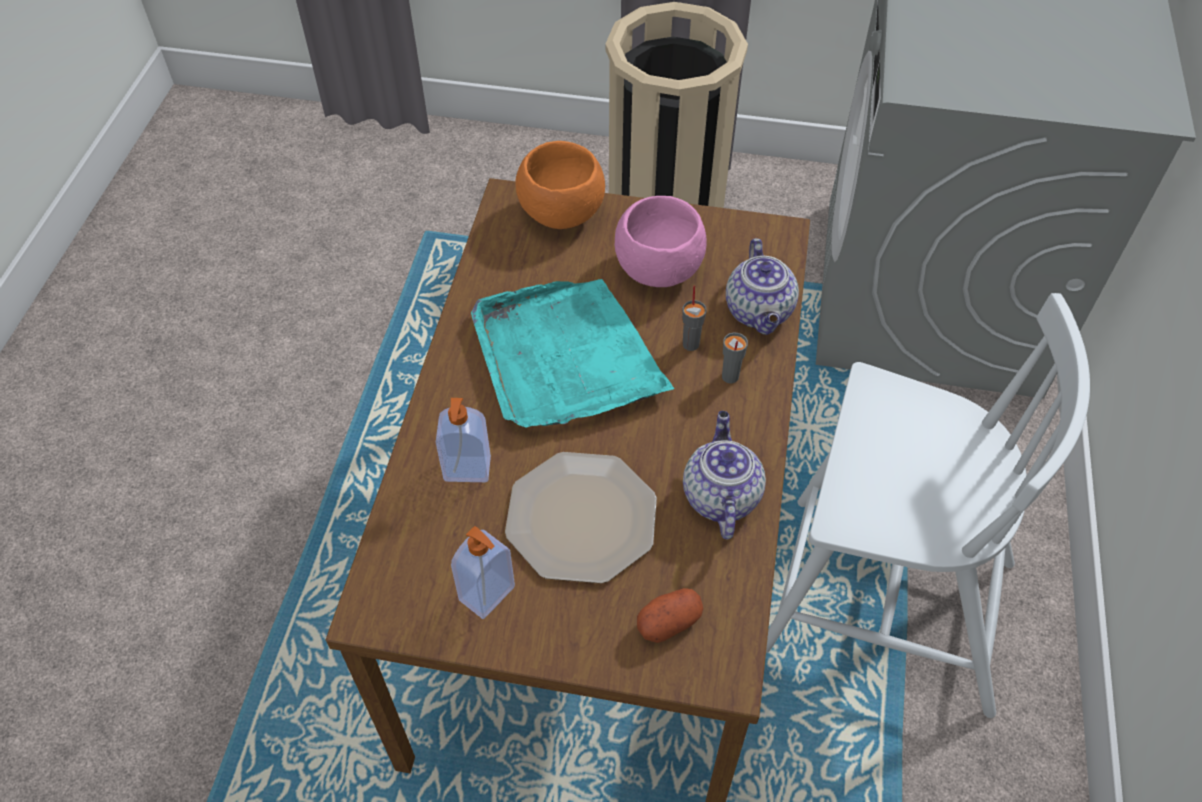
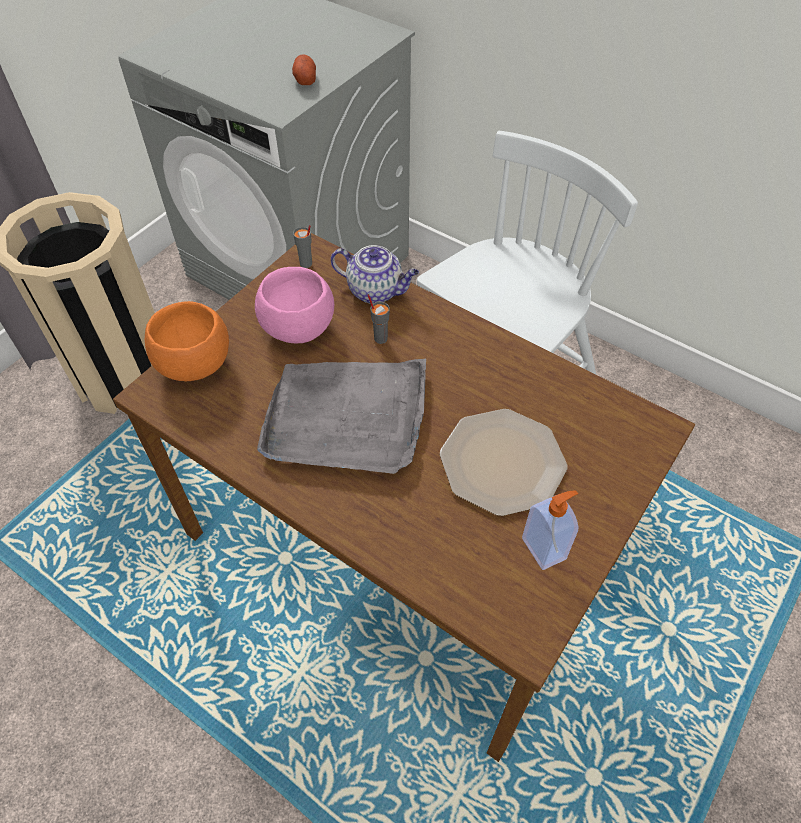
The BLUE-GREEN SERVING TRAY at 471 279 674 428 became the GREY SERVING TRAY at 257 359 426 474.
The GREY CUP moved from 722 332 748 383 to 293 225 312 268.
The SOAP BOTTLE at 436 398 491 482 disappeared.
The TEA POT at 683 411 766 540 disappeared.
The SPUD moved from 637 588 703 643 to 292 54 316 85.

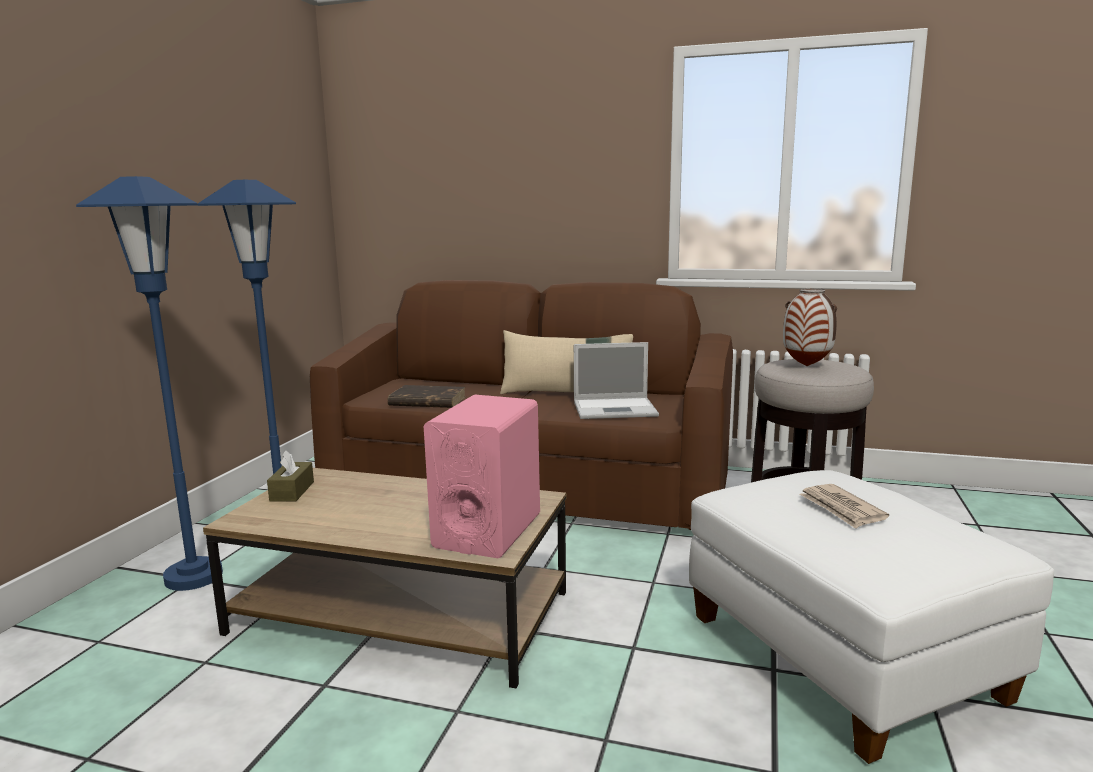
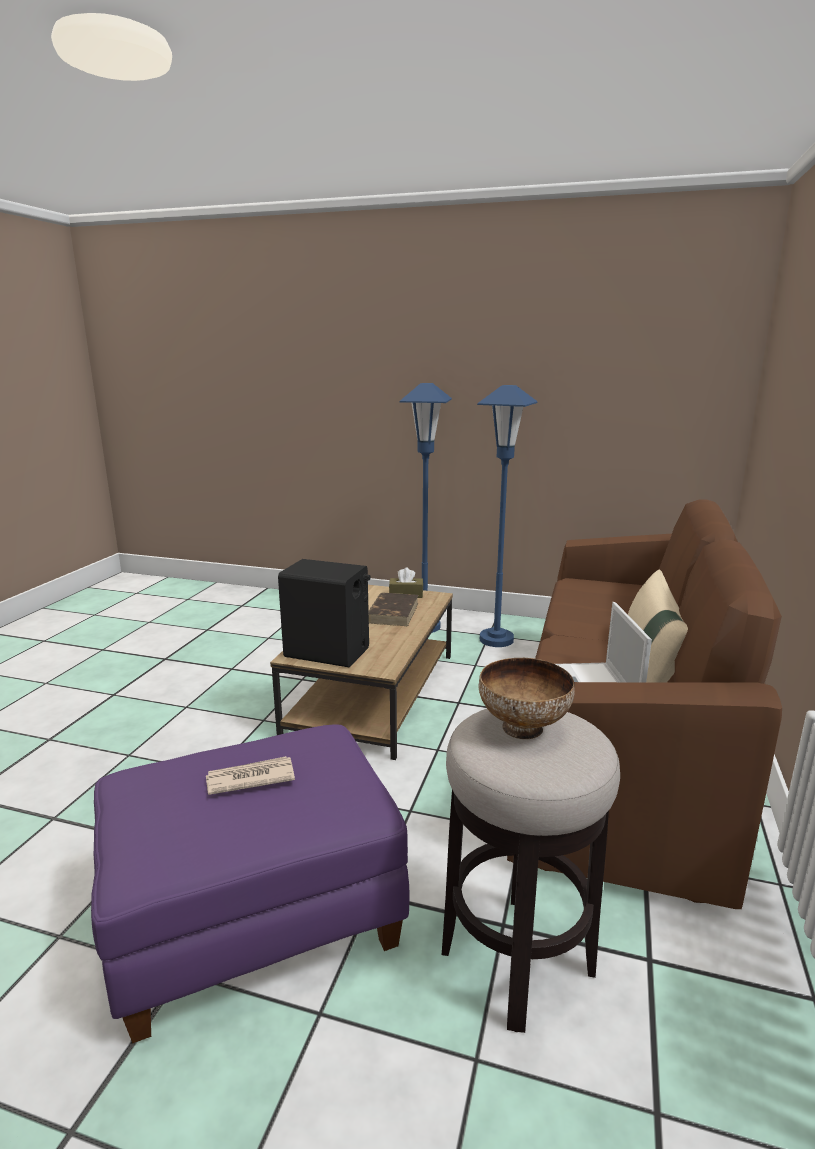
The FLOWER VASE at 783 288 837 366 was replaced by the BOWL at 479 658 575 739.
The BROWNISH VOLUME moved from 387 385 466 408 to 369 593 419 626.
The PINK-COLOURED AUDIO SPEAKER at 424 395 540 558 became the BLACK AUDIO SPEAKER at 278 559 370 667.
The WHITISH OTTOMAN at 689 470 1054 764 became the PURPLE OTTOMAN at 91 724 409 1043.

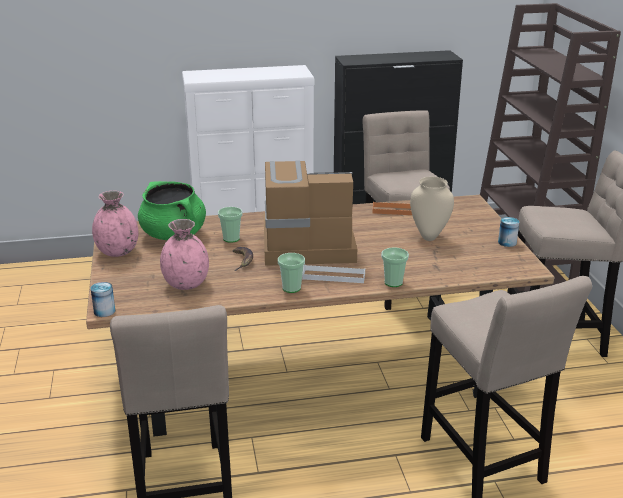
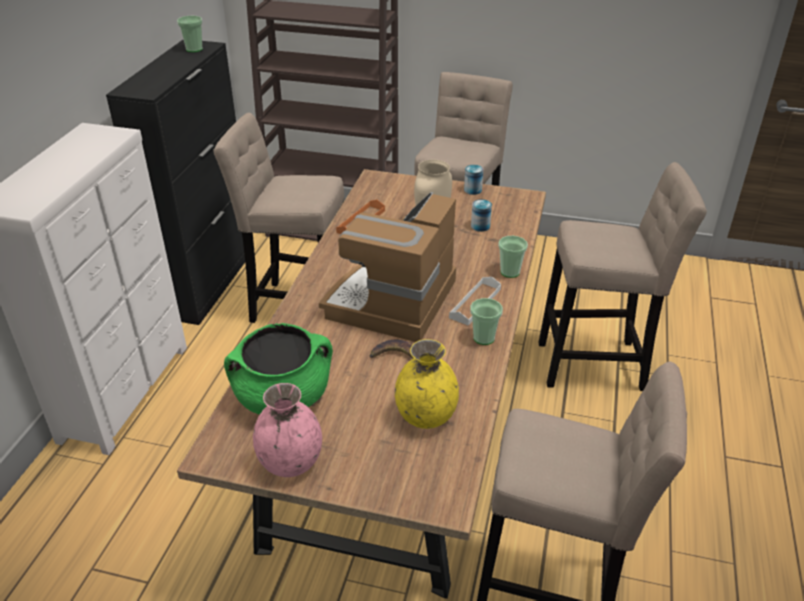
The CUP moved from 218 207 243 243 to 177 16 203 52.
The PINK-COLOURED FLOWER VASE at 160 219 209 290 became the YELLOWISH FLOWER VASE at 395 339 459 429.
The SEALED CAN moved from 91 282 115 317 to 471 199 492 232.

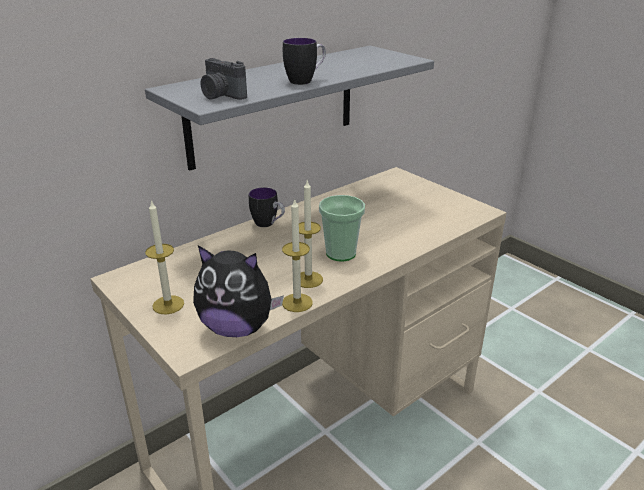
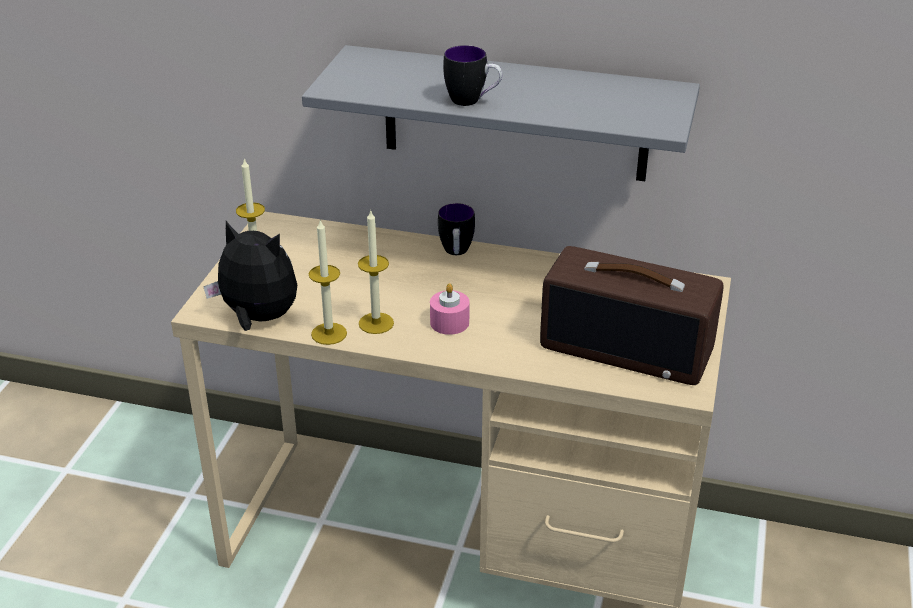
The PHOTO CAMERA at 201 58 247 100 disappeared.
The CUP at 319 195 365 262 was replaced by the PINK-COLOURED WAX CANDLE at 430 283 470 335.
The CUDDLY TOY at 193 245 284 337 turned 135 degrees clockwise.
The RADIO SET at 540 246 724 385 appeared.

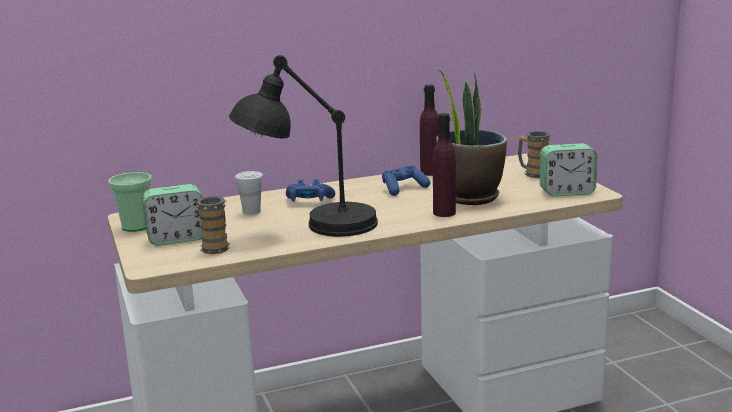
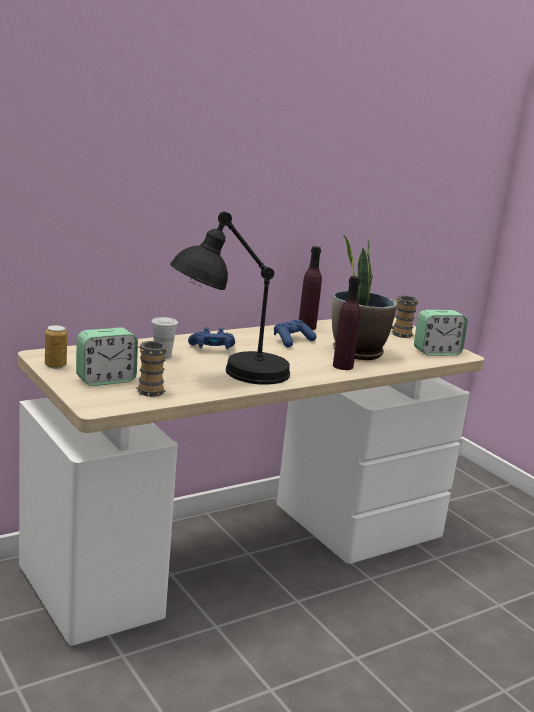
The CUP at 108 172 152 232 was replaced by the SEALED CAN at 45 325 67 369.

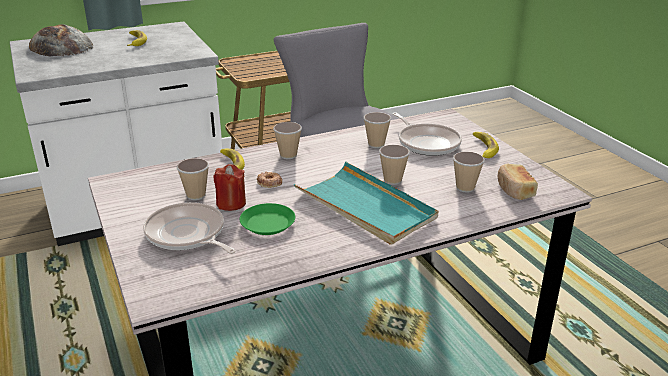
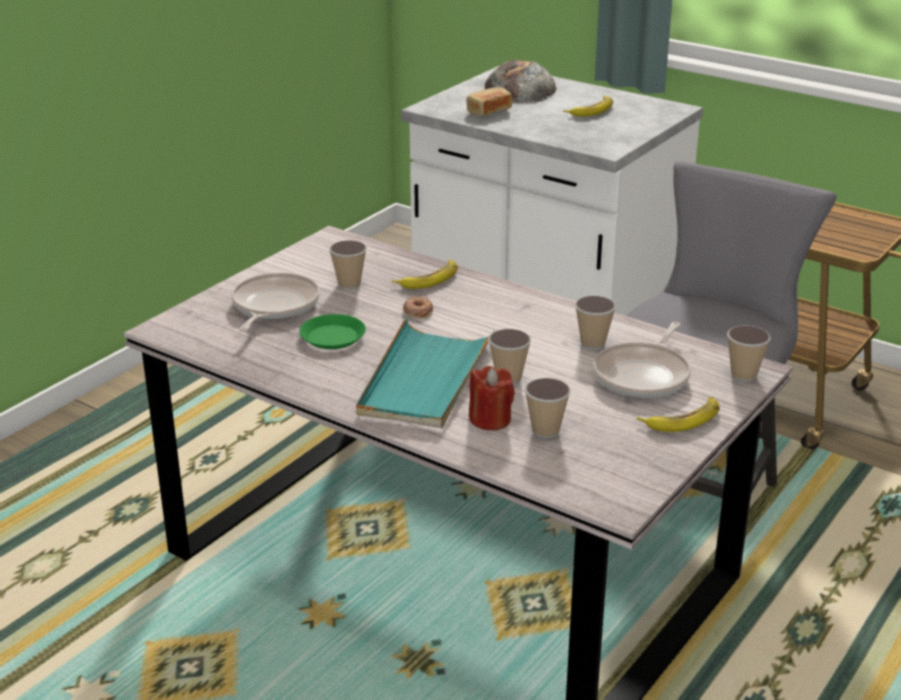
The CUP moved from 273 122 302 159 to 727 325 770 382.
The RED-COLOURED WAX CANDLE moved from 213 164 246 211 to 469 366 515 430.
The BAKED BREAD moved from 498 164 538 200 to 466 87 512 116.

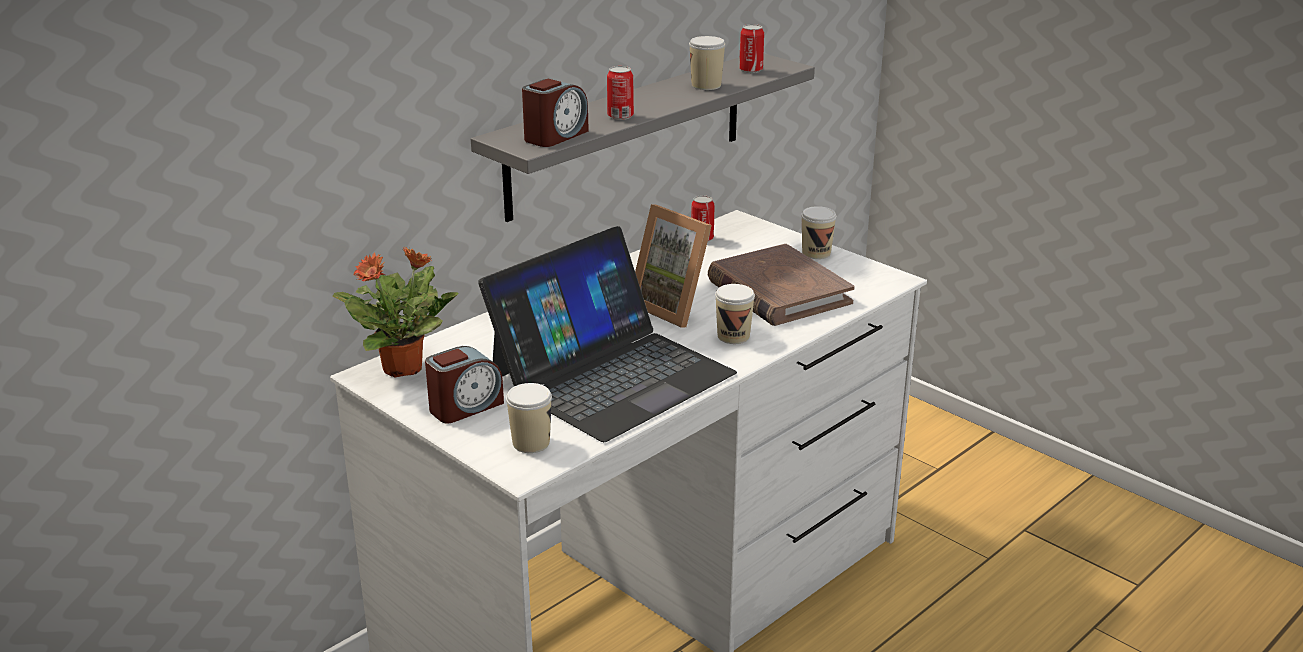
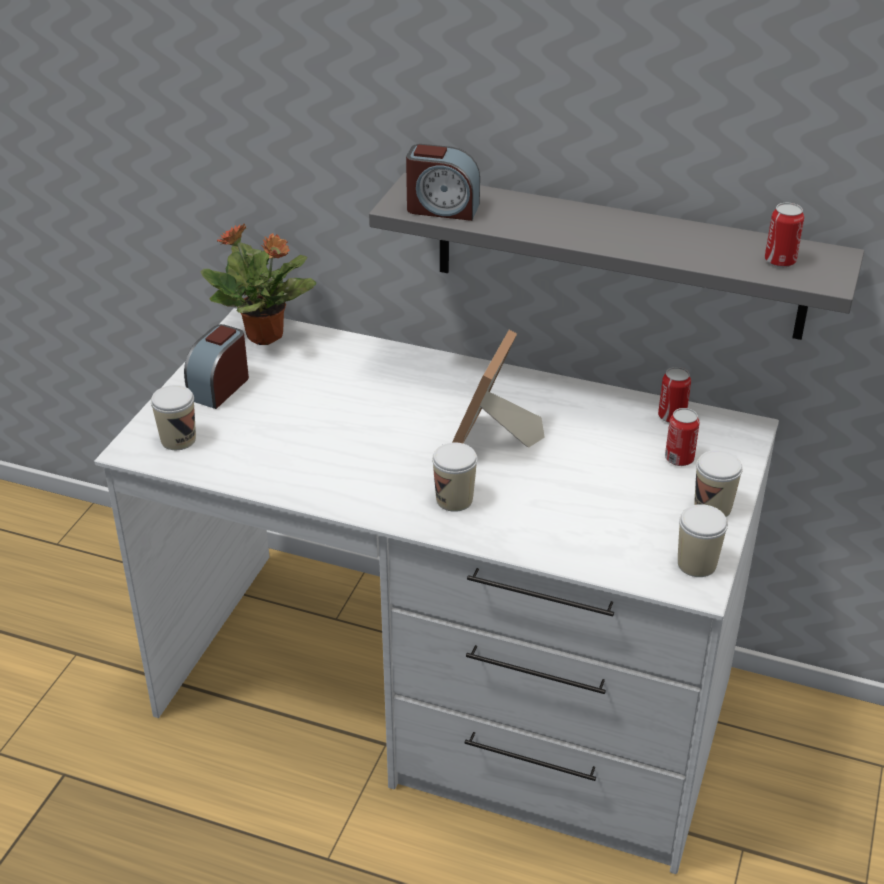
The CUP moved from 689 36 725 90 to 678 504 728 577.
The SEALED CAN moved from 607 66 634 120 to 665 408 699 466.
The NOTEBOOK COMPUTER at 478 226 737 442 disappeared.
The BROWNISH VOLUME at 708 244 855 326 disappeared.
The TABLE CLOCK at 425 346 504 423 turned 90 degrees clockwise.

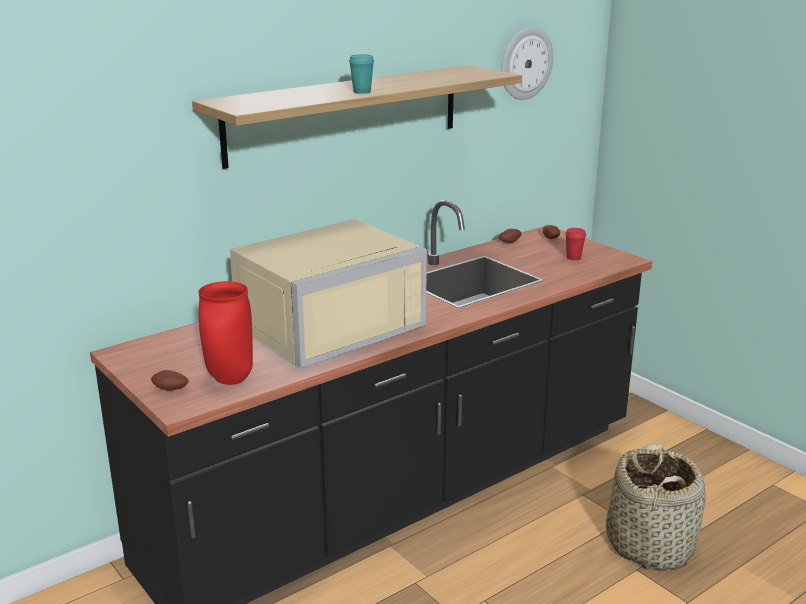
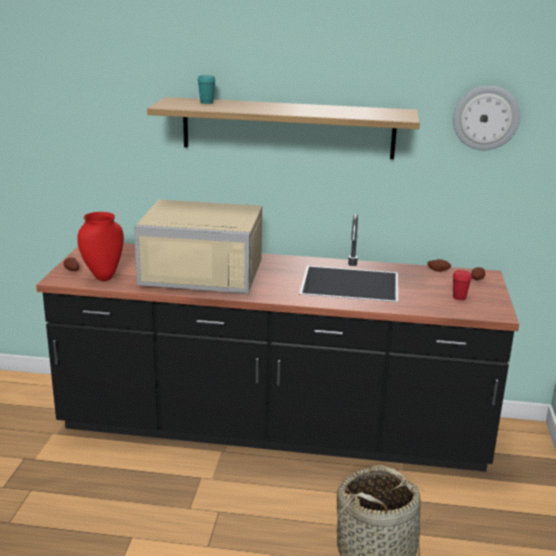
The BLUE-GREEN CUP moved from 349 54 374 94 to 197 75 216 104.

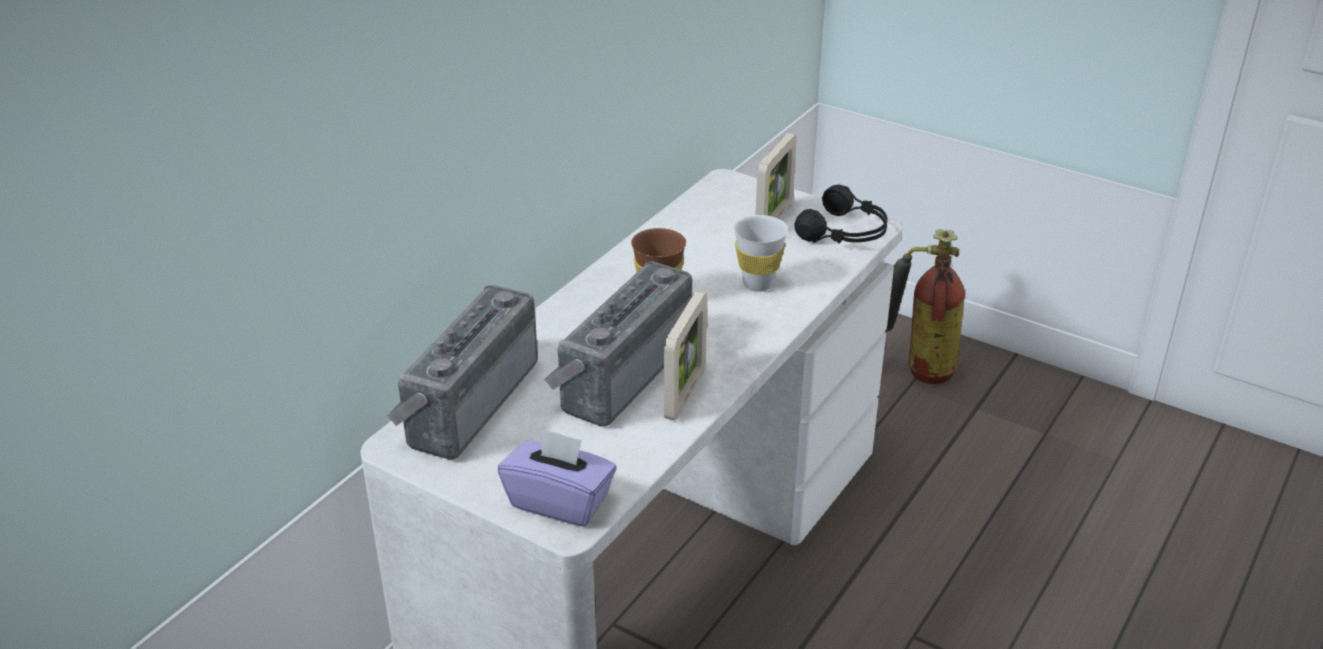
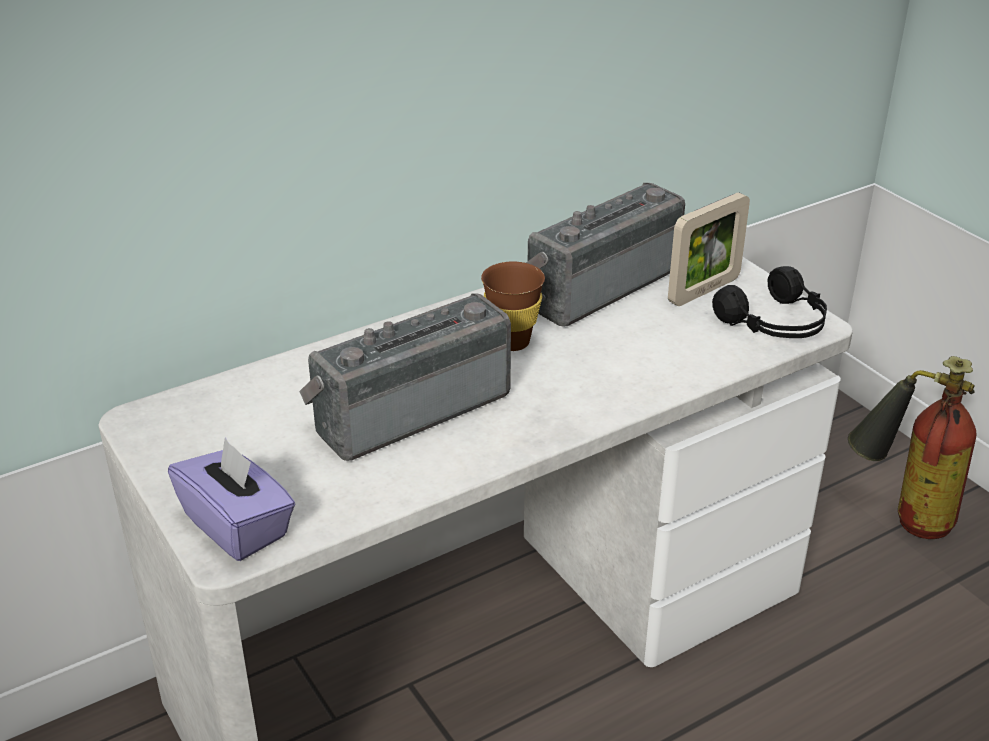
The WHITISH CUP at 734 215 788 292 disappeared.
The RADIO SET moved from 387 285 538 460 to 526 183 685 327.
The PHOTO FRAME at 664 291 707 421 disappeared.

